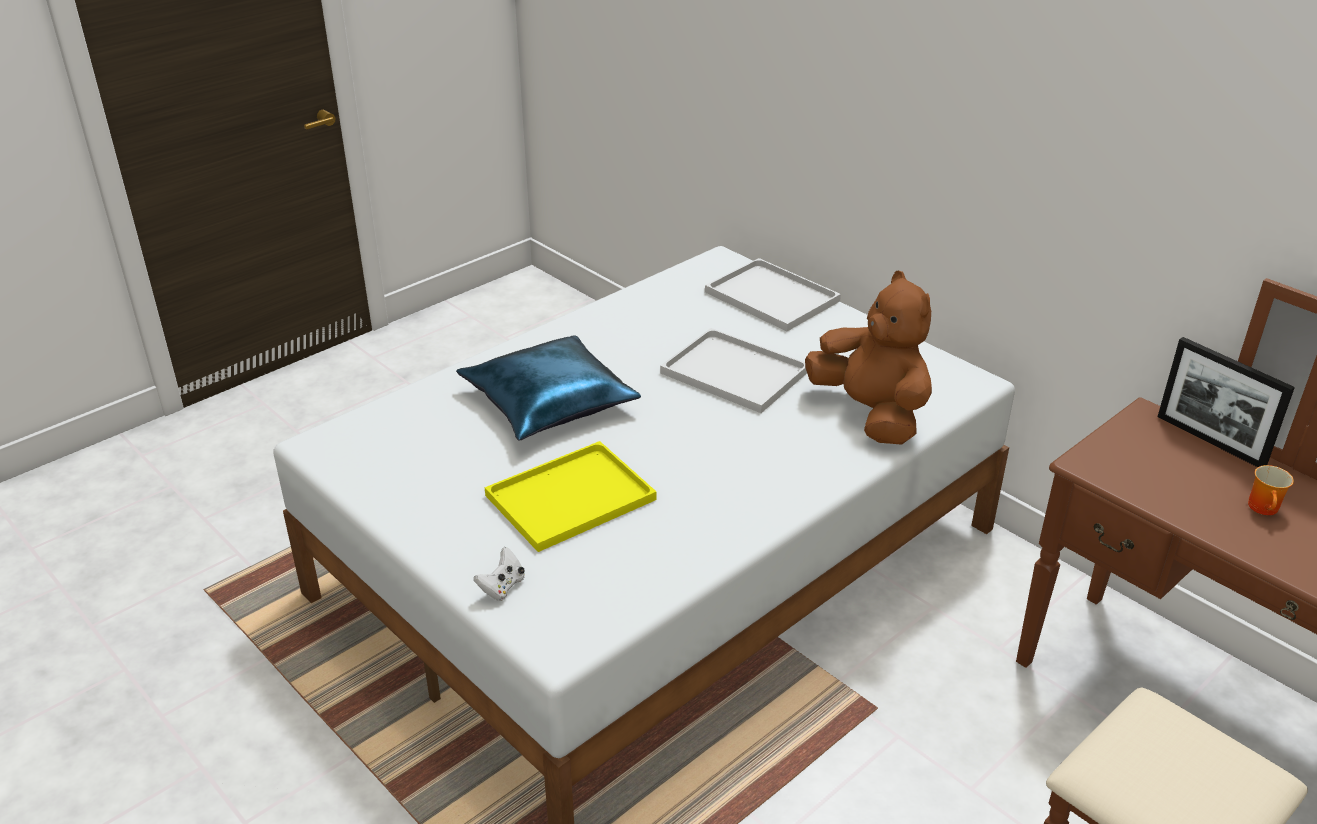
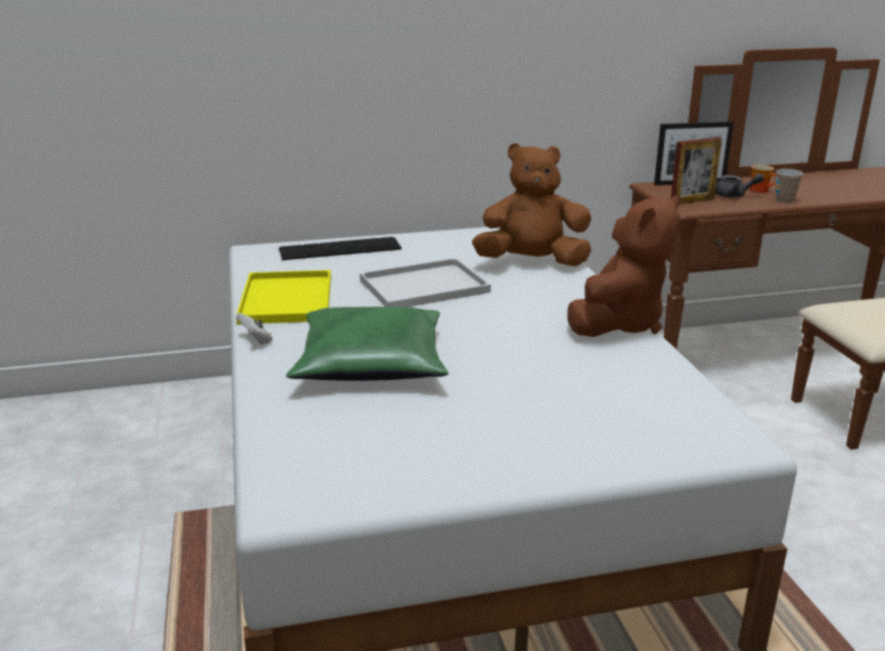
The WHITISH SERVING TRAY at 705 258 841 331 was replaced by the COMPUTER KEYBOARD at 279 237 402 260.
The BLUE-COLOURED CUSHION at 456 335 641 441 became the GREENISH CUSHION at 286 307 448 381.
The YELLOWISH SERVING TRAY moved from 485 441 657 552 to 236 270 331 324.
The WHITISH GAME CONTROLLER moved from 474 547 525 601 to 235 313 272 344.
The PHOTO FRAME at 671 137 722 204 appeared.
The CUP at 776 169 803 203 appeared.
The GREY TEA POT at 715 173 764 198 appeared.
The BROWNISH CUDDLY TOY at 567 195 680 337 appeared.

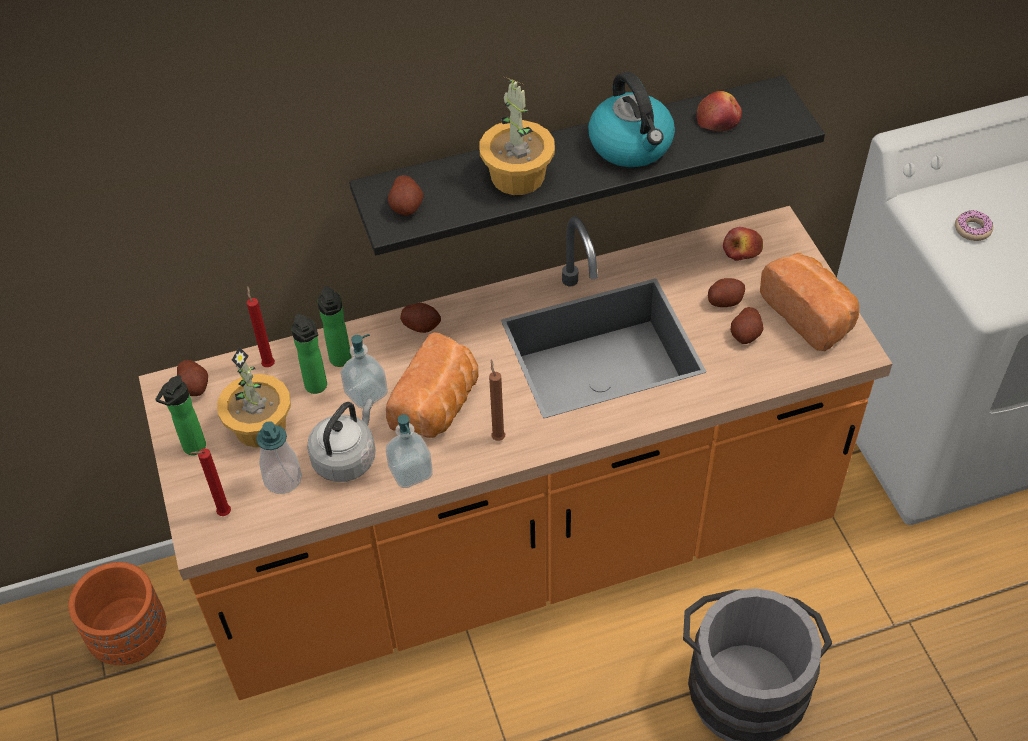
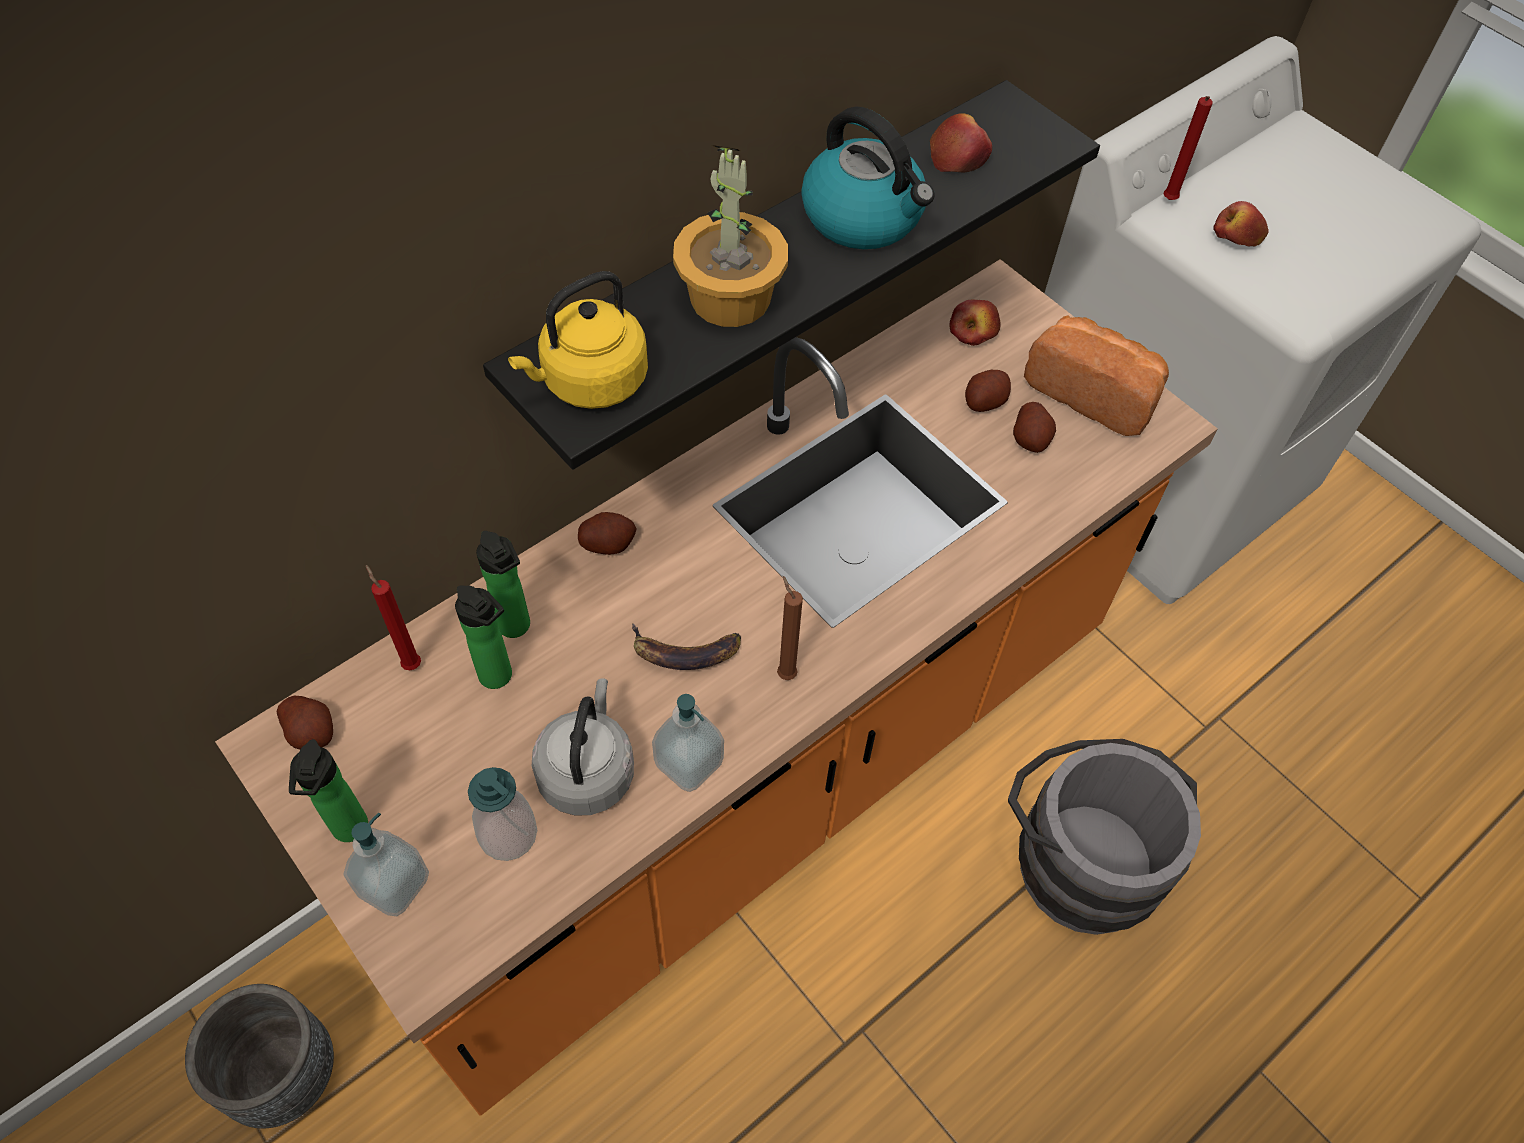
The SPUD at 388 175 423 216 was replaced by the YELLOWISH KETTLE at 508 271 648 409.
The RING DOUGHNUT at 955 210 993 241 was replaced by the WHOLE APPLE at 1213 201 1269 246.
The BAKED BREAD at 386 332 478 438 was replaced by the BANANA FRUIT at 632 623 741 670.
The SOAP BOTTLE moved from 340 334 388 409 to 343 813 429 916.
The HOUSEPLANT at 217 347 291 448 disappeared.
The RED-COLOURED WAX CANDLE moved from 190 448 231 516 to 1164 96 1213 200.
The ORANGE PLANTER at 68 562 166 665 became the GREY PLANTER at 185 984 334 1128.

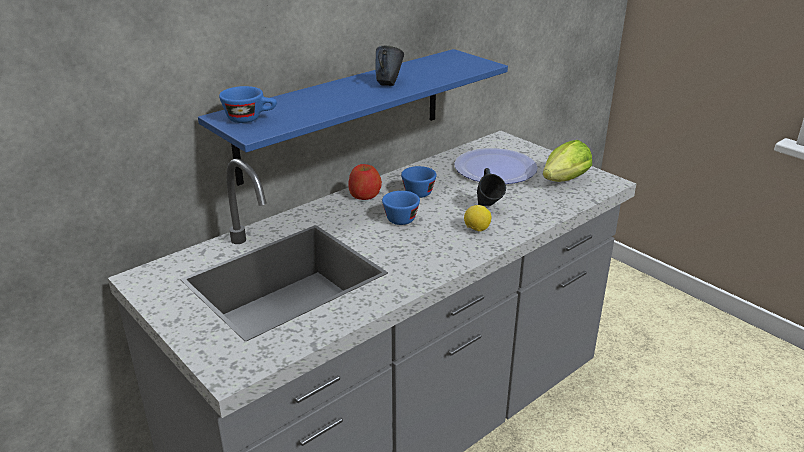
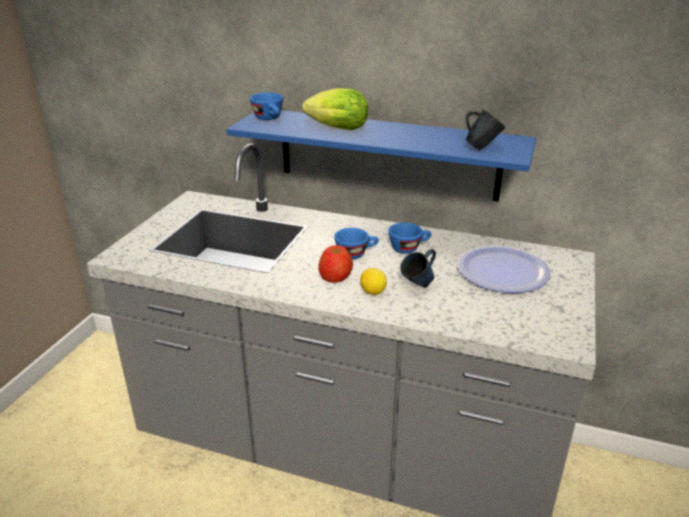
The BLUE-COLOURED TEA MUG moved from 376 46 404 86 to 465 109 505 151.
The LETTUCE HEAD moved from 543 140 592 182 to 302 88 368 130.
The WHOLE APPLE moved from 348 164 382 200 to 318 245 353 283.

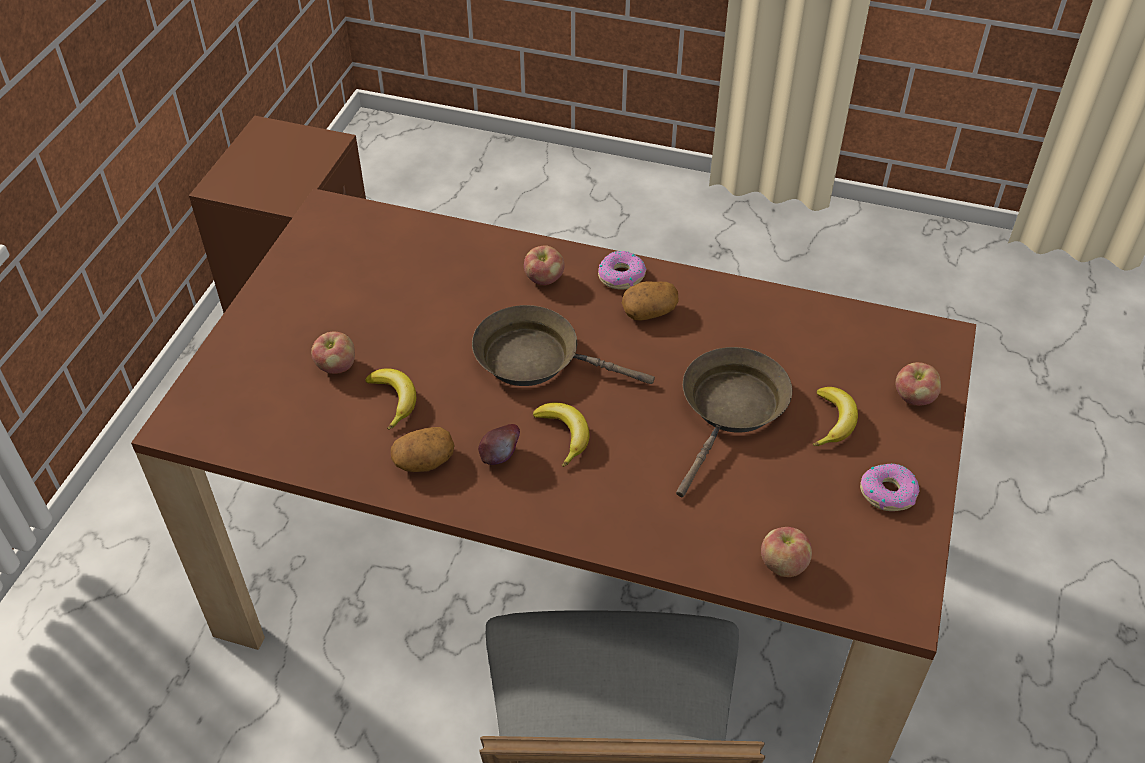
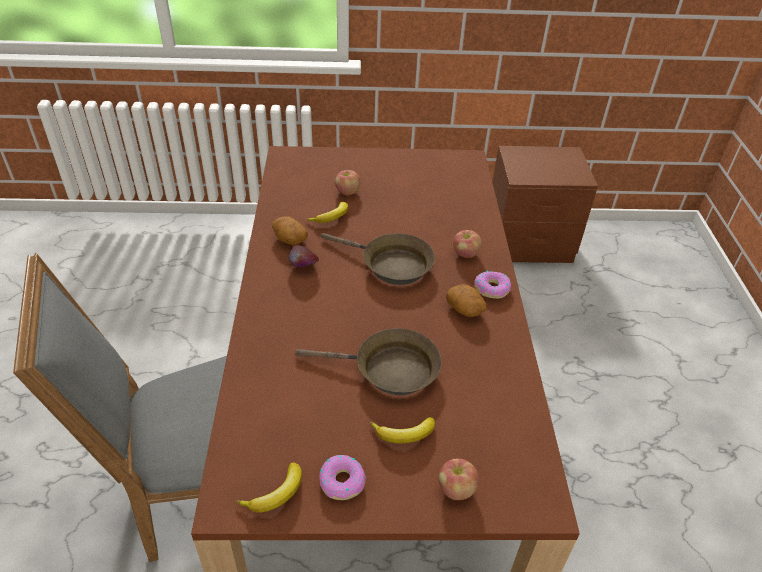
The BROWNISH SKILLET at 472 305 655 386 turned 120 degrees clockwise.
The BANANA FRUIT moved from 533 403 589 467 to 236 462 302 513.
The WHOLE APPLE at 761 527 812 577 disappeared.

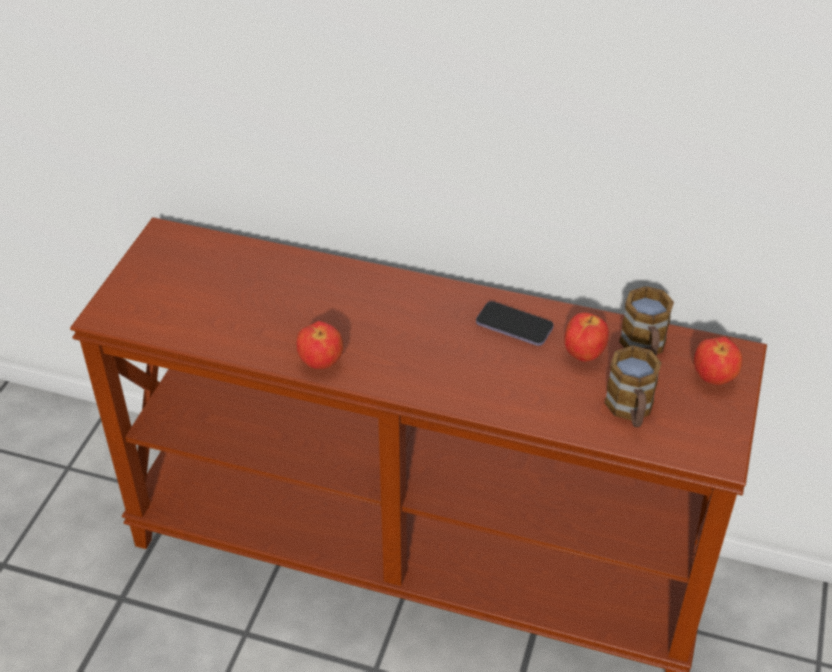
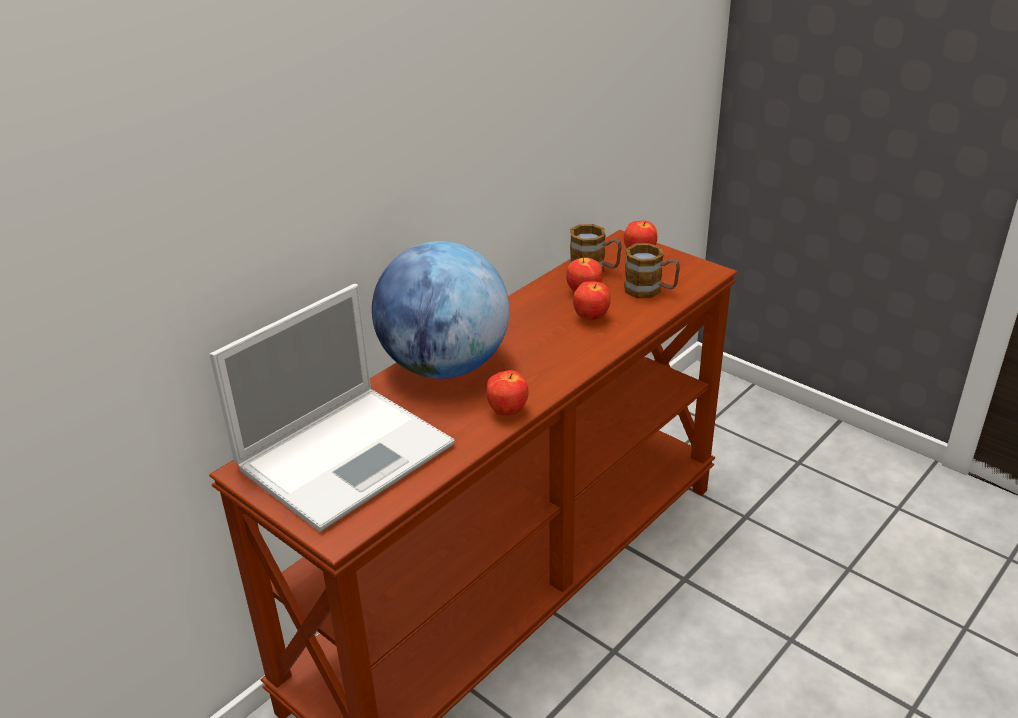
The PHONE at 476 301 554 346 disappeared.
The WORLD GLOBE at 372 241 509 379 appeared.
The WHOLE APPLE at 573 281 611 321 appeared.
The NOTEBOOK COMPUTER at 209 284 455 532 appeared.

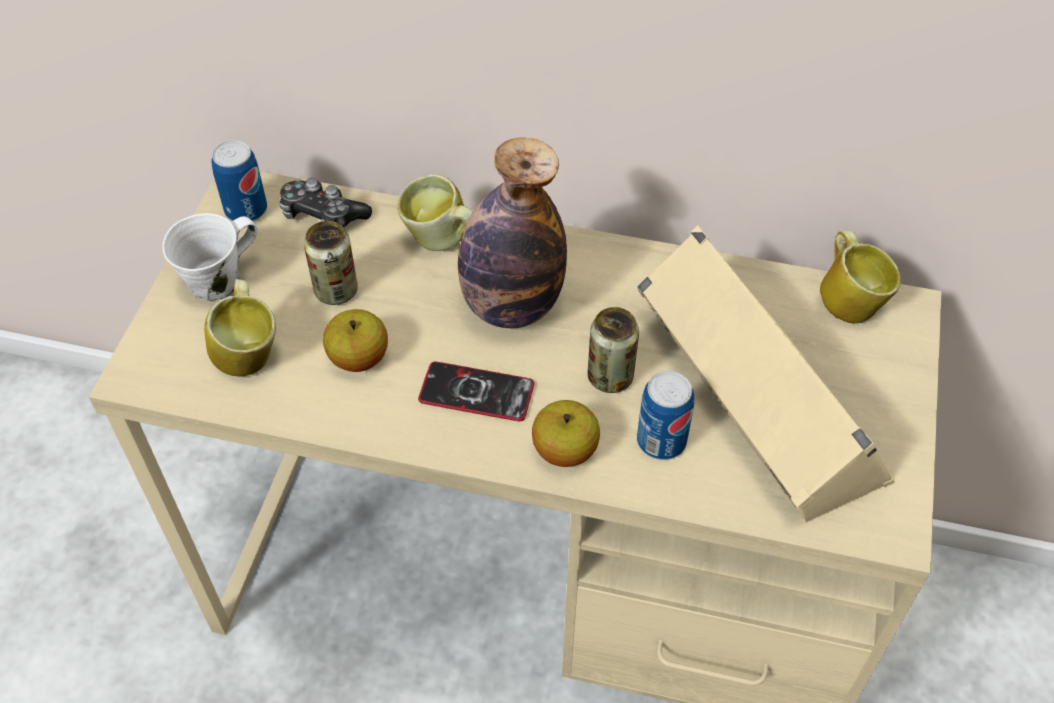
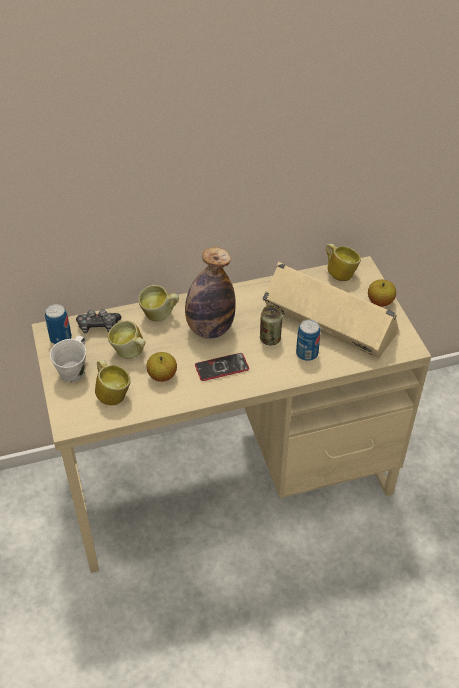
The SEALED CAN at 304 221 358 305 was replaced by the TEA MUG at 108 320 146 359.
The WHOLE APPLE moved from 532 400 600 467 to 368 280 396 306.

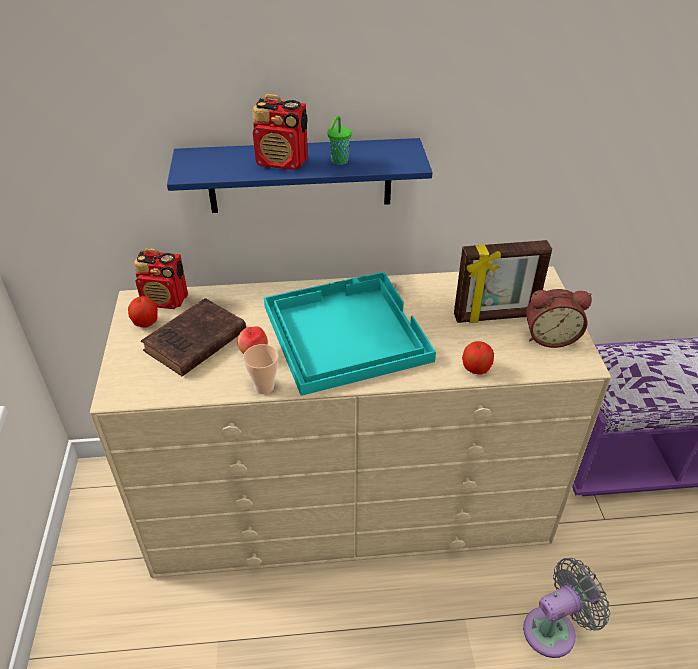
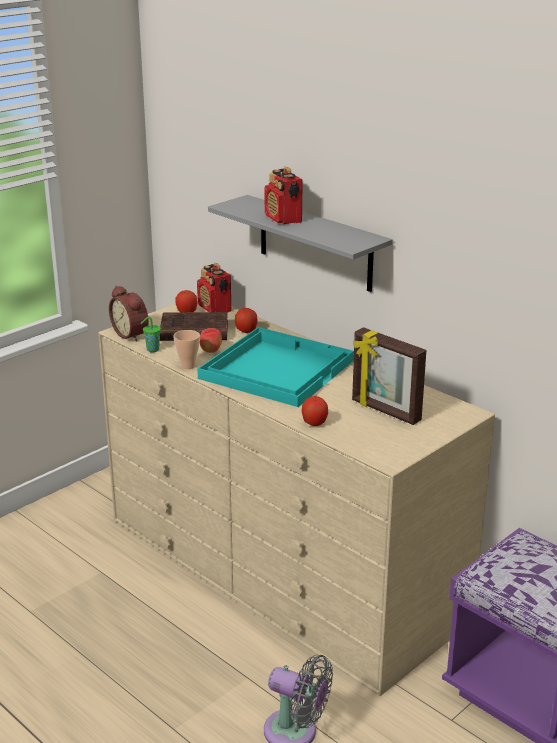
The GREENISH CUP moved from 327 116 352 165 to 141 317 161 352.
The BLUE-COLOURED SHELF at 167 138 433 213 became the GREY SHELF at 208 195 392 292.
The TABLE CLOCK moved from 526 289 592 348 to 109 285 149 342.
The WHOLE APPLE at 235 308 258 333 appeared.

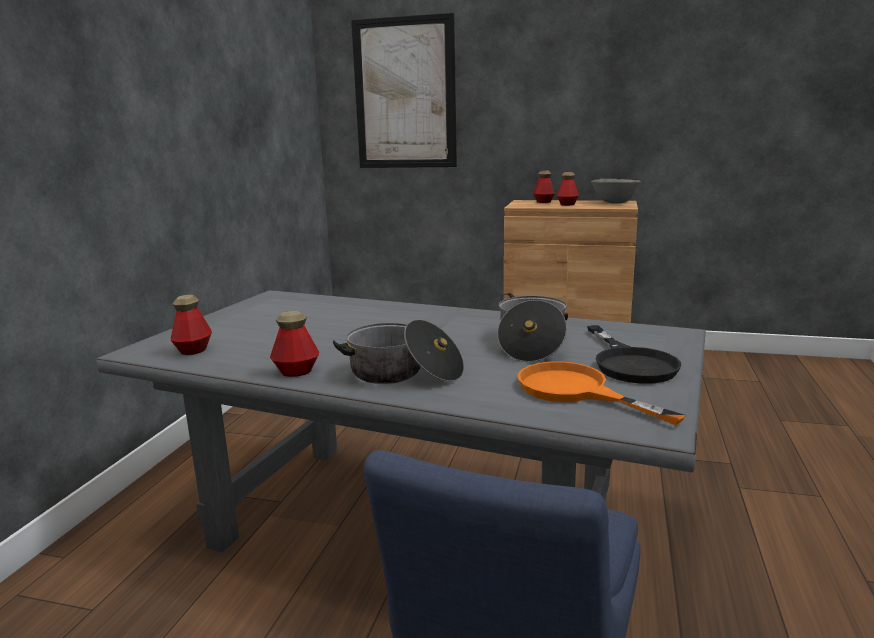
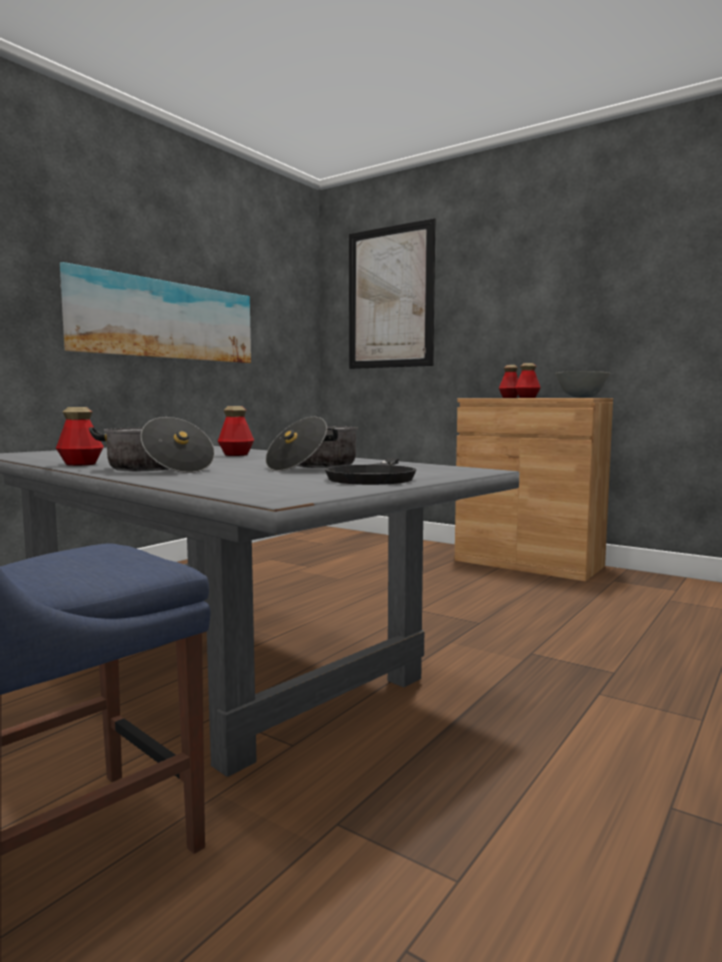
The BEVERAGE BOTTLE moved from 171 295 212 355 to 218 406 254 456.
The ORANGE SKILLET at 518 362 686 425 disappeared.
The PICTURE at 60 262 251 363 appeared.

